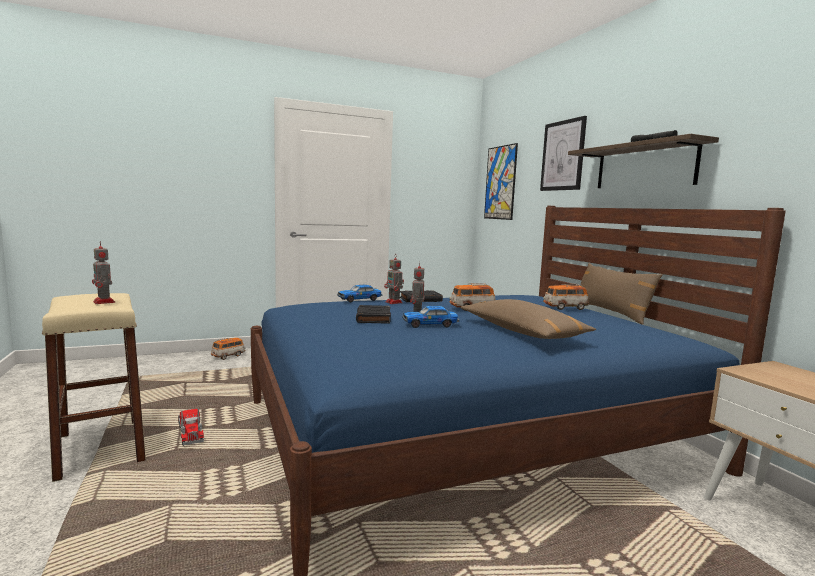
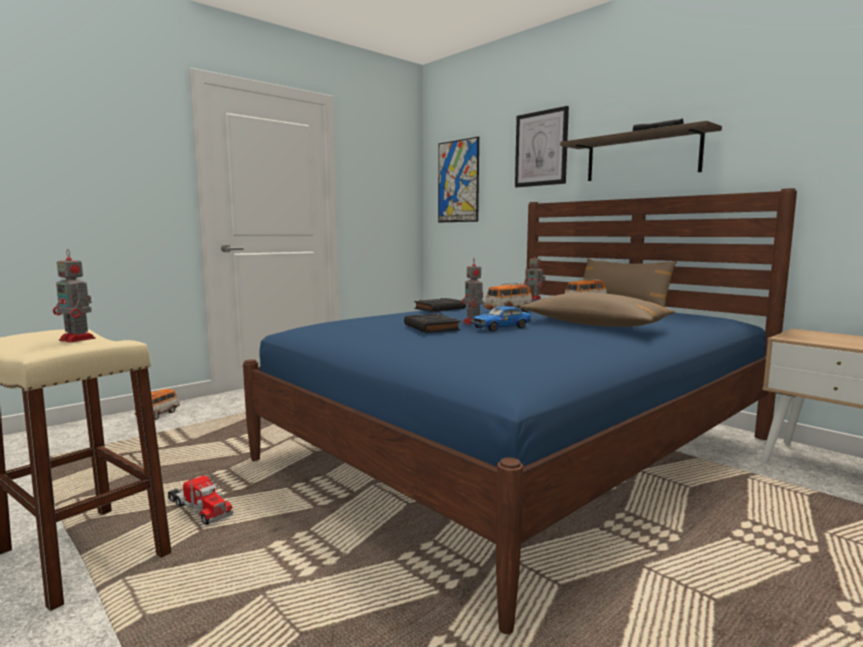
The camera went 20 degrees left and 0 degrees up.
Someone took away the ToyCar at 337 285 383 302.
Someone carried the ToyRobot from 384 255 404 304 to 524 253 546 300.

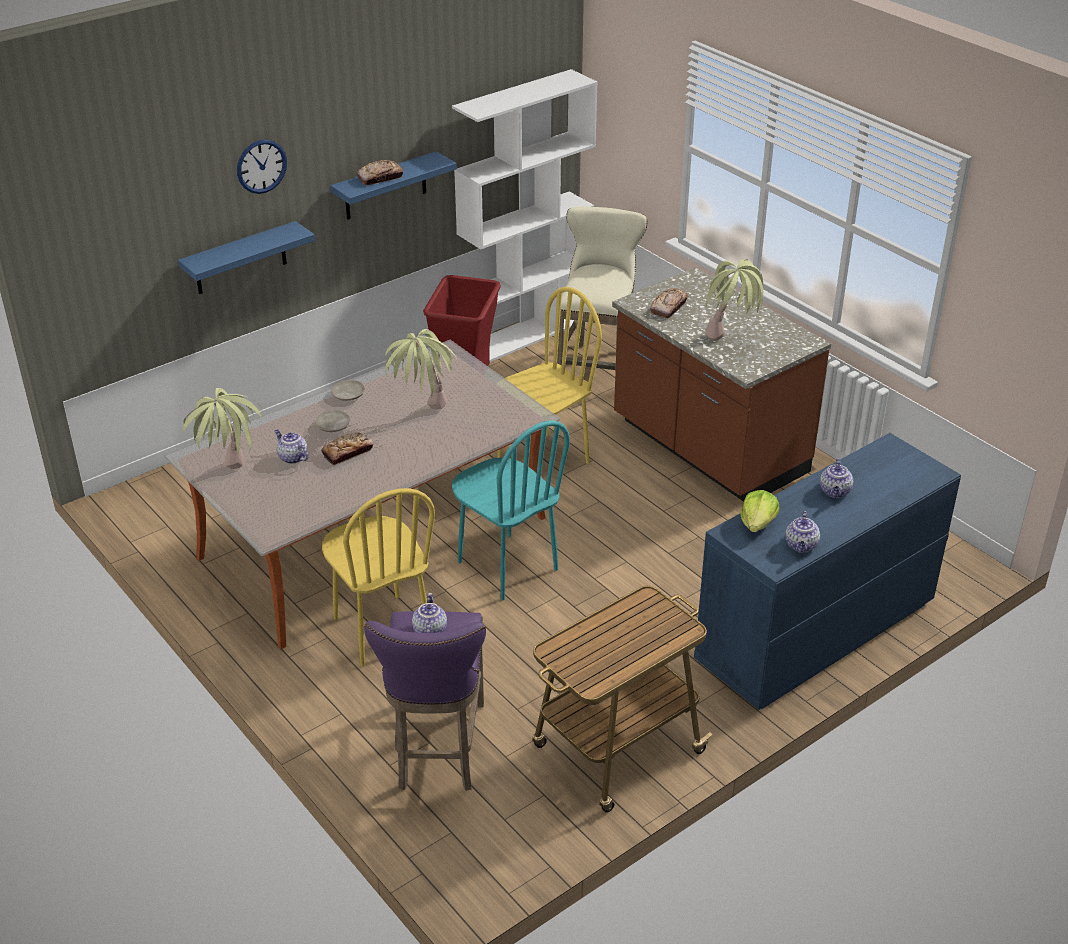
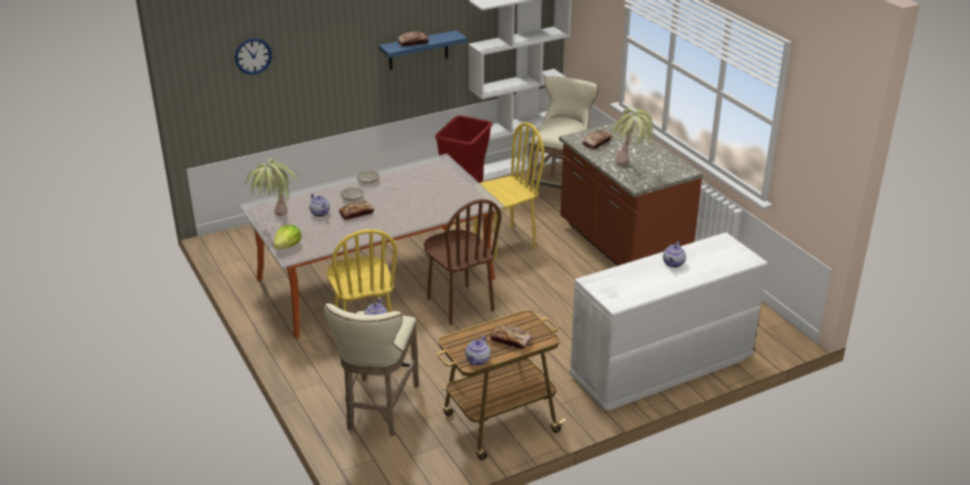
The camera went 10 degrees right and 5 degrees down.
Someone took away the BlueShelf at 178 221 315 294.
Someone carried the WallClock from 237 140 287 194 to 235 38 272 75.
Someone repainted the PurpleStool at 364 611 486 791, which became the BeigeStool at 324 303 419 436.
Someone took away the PottedPlant at 385 329 457 410.
Someone repainted the TurquoiseChair at 452 420 570 600, which became the BrownChair at 424 199 501 325.
Someone repainted the BlueDresser at 694 433 961 710, which became the WhiteDresser at 570 232 768 411.
Someone carried the Lettuce from 740 490 780 532 to 273 225 301 249.
Someone carried the Teapot from 785 511 820 553 to 466 335 491 365.
Someone put down the Bread at 489 325 532 349.

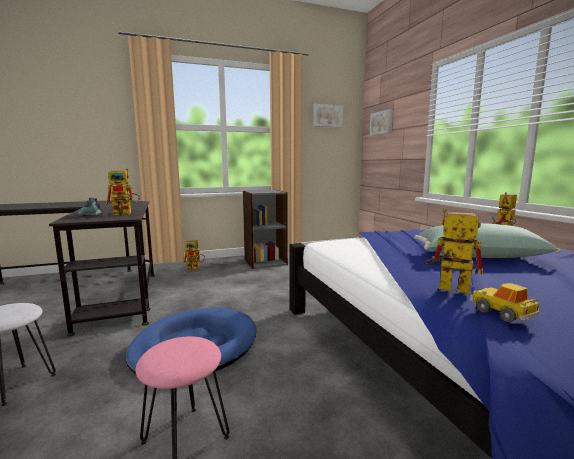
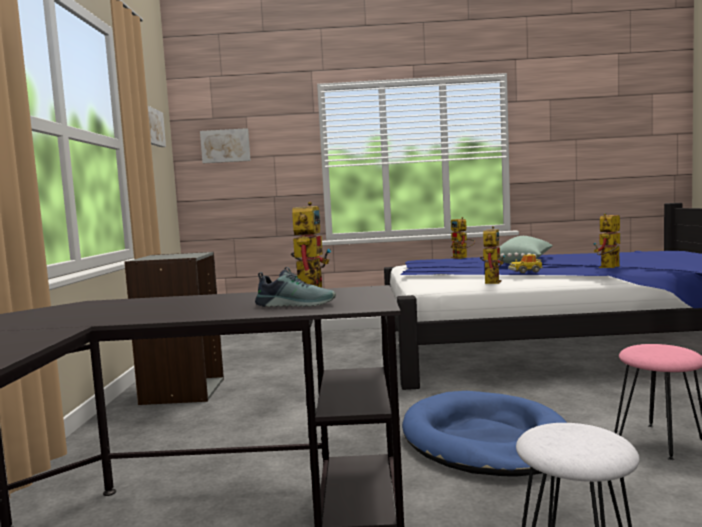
The camera went 70 degrees left and 5 degrees down.
Someone carried the ToyRobot from 183 240 205 270 to 480 226 505 284.
Someone carried the ToyCar from 470 283 540 322 to 508 254 543 273.

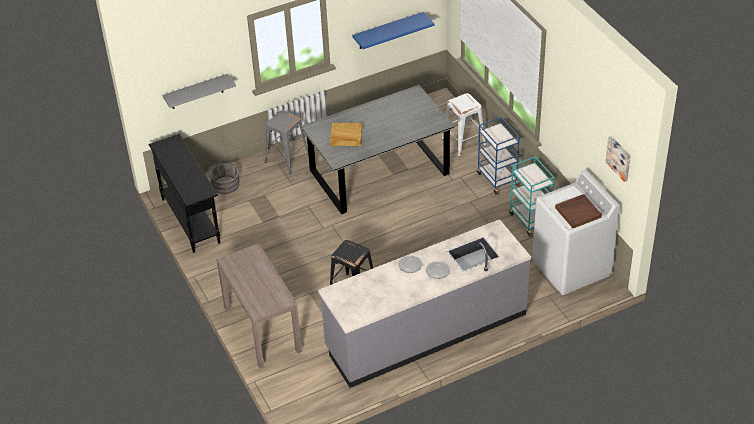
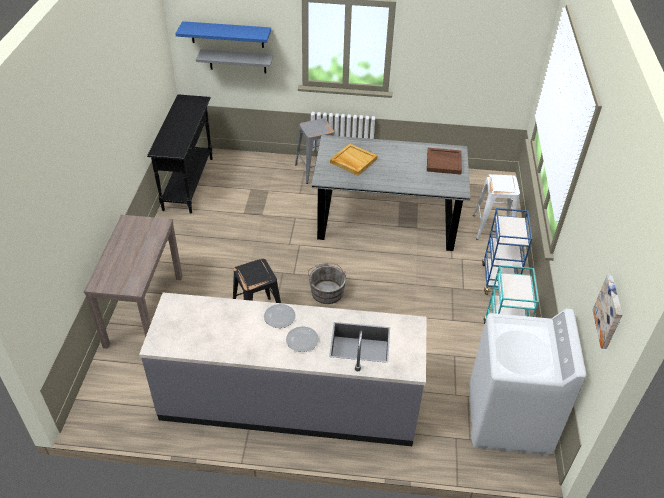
The camera went 30 degrees right and 0 degrees up.
Someone carried the GreyBucket from 206 161 239 194 to 308 263 346 304.
Someone carried the BlueShelf from 352 12 434 49 to 175 21 271 48.
Someone carried the BrownTray from 555 194 602 228 to 427 148 462 175.

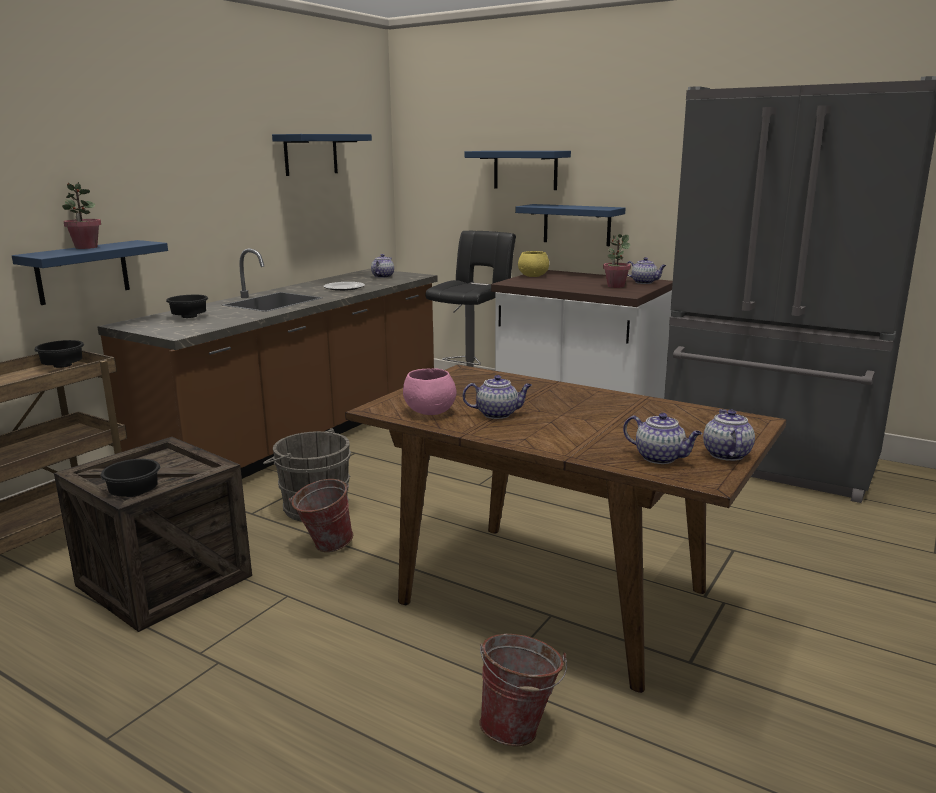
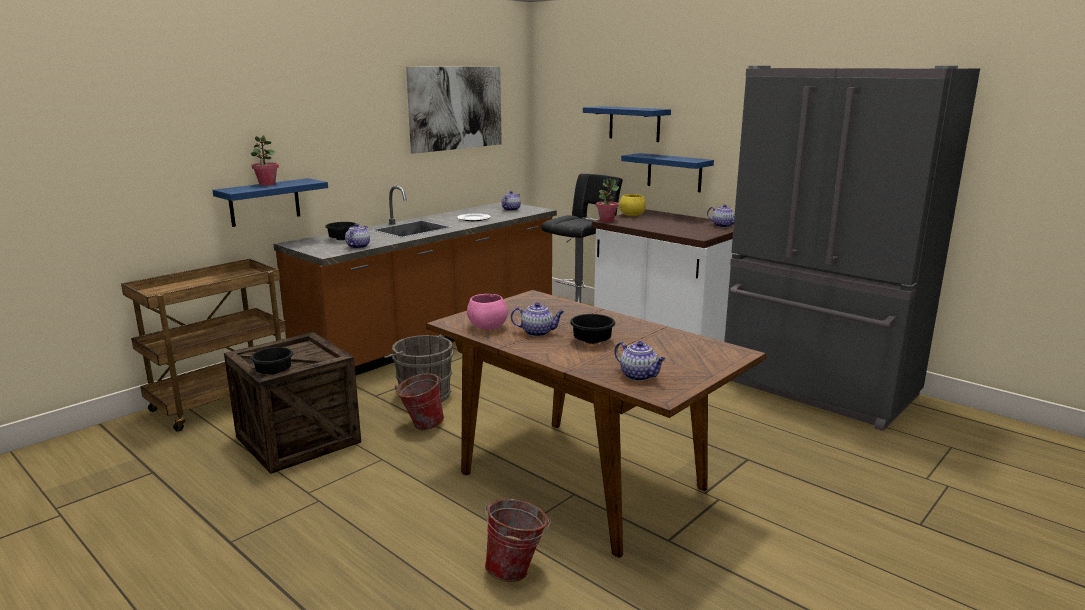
The camera went 10 degrees right and 0 degrees up.
Someone carried the BlackBowl from 34 340 84 368 to 570 314 615 344.
Someone swapped the BlueShelf at 272 134 372 176 for the Picture at 406 67 502 154.
Someone carried the PottedPlant from 603 234 631 288 to 596 178 619 222.
Someone carried the Teapot from 703 409 755 461 to 345 223 370 249.

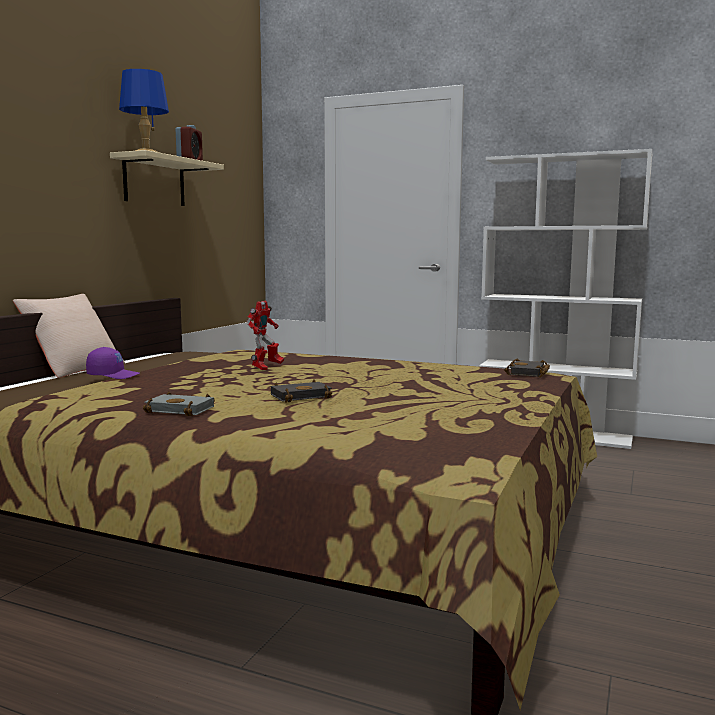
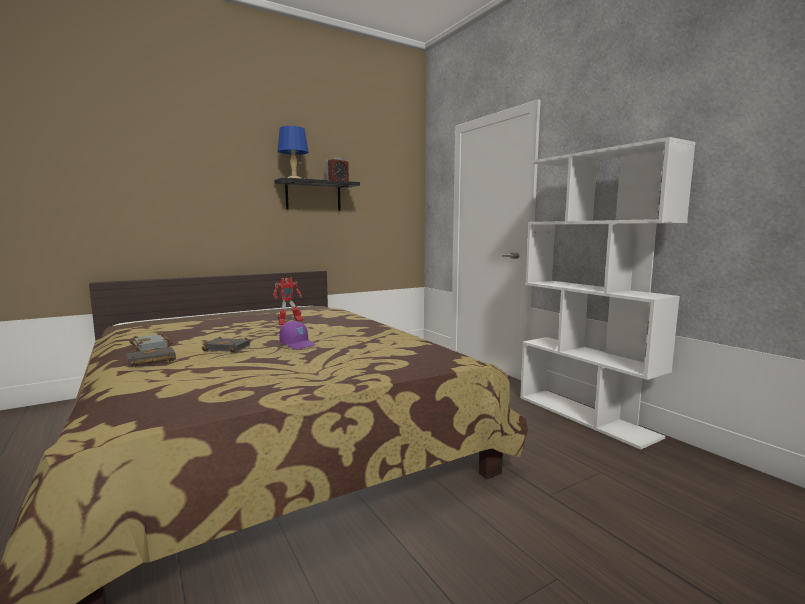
The camera went 35 degrees right and 0 degrees up.
Someone took away the BeigePillow at 13 294 125 378.
Someone carried the PurpleCap from 86 347 140 379 to 279 321 316 349.
Someone repainted the BeigeShelf at 110 150 224 206, which became the BlackShelf at 274 177 360 211.
Someone carried the BlackBook from 504 359 550 377 to 127 346 176 367.

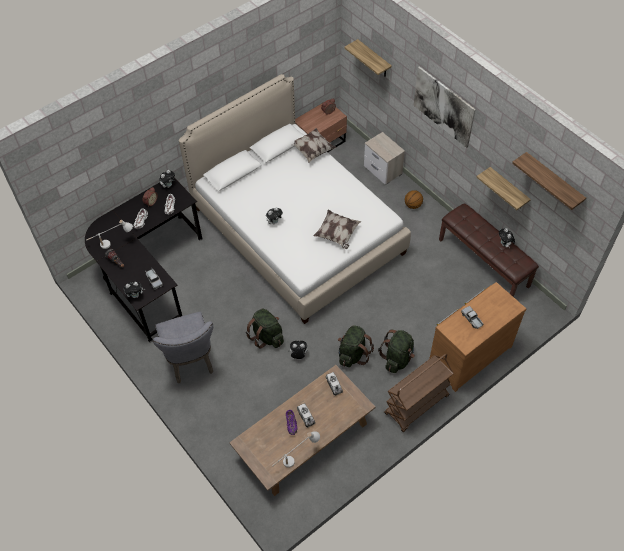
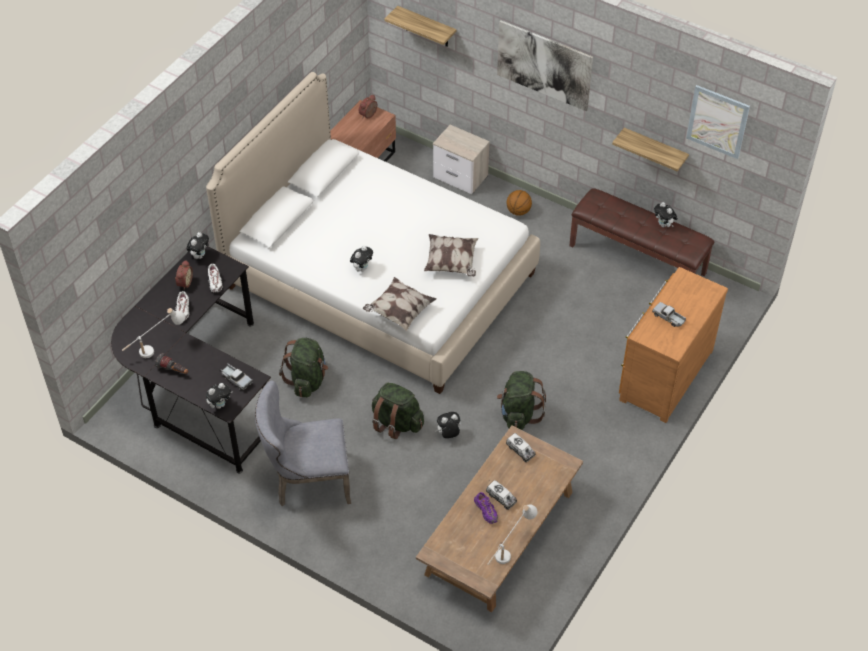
The camera went 20 degrees left and 5 degrees down.
Someone rotated the GreyChair at 153 312 213 383 by 120 degrees clockwise.
Someone carried the Pillow from 292 128 337 162 to 363 277 436 331.
Someone carried the GreenBackpack from 378 330 415 373 to 279 338 328 397.
Someone took away the BrownCart at 384 354 454 432.
Someone swapped the Shelf at 512 152 586 210 for the Picture at 686 85 750 159.

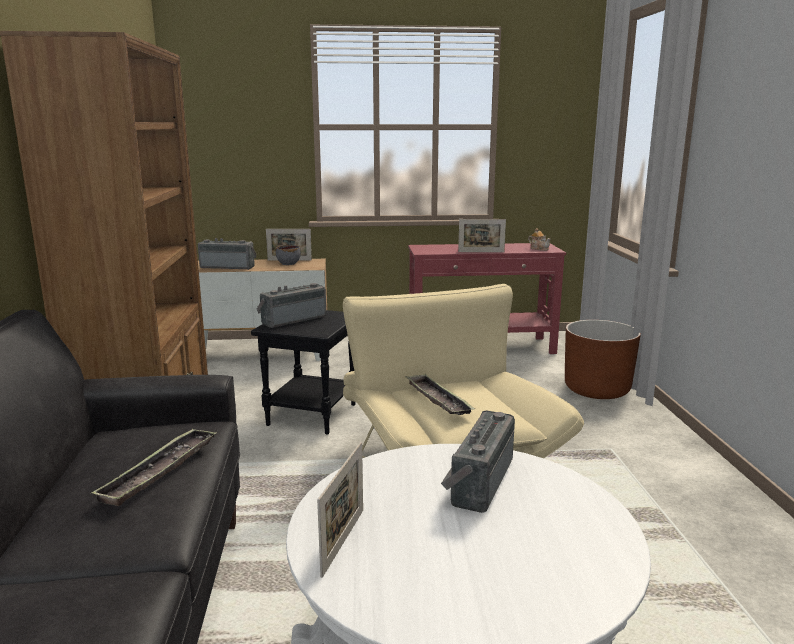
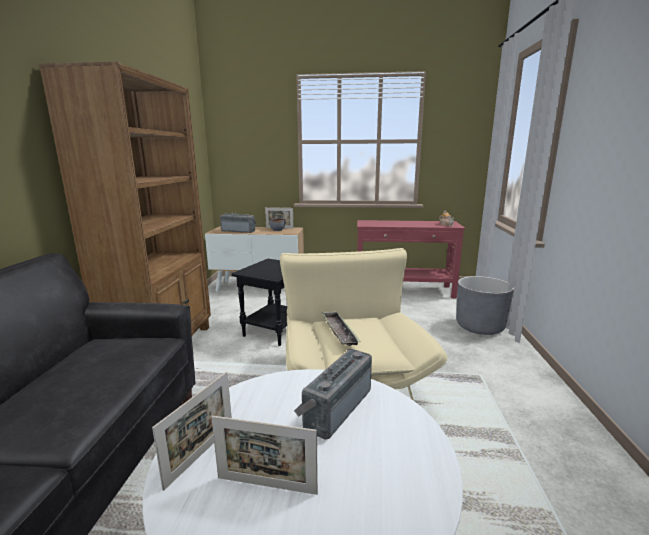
The camera went 10 degrees right and 0 degrees up.
Someone took away the Tray at 92 428 216 506.
Someone took away the Radio at 257 283 326 328.
Someone carried the PictureFrame from 458 219 506 252 to 212 416 318 495.
Someone repainted the BrownPlanter at 565 320 641 399, which became the GreyPlanter at 456 276 514 335.

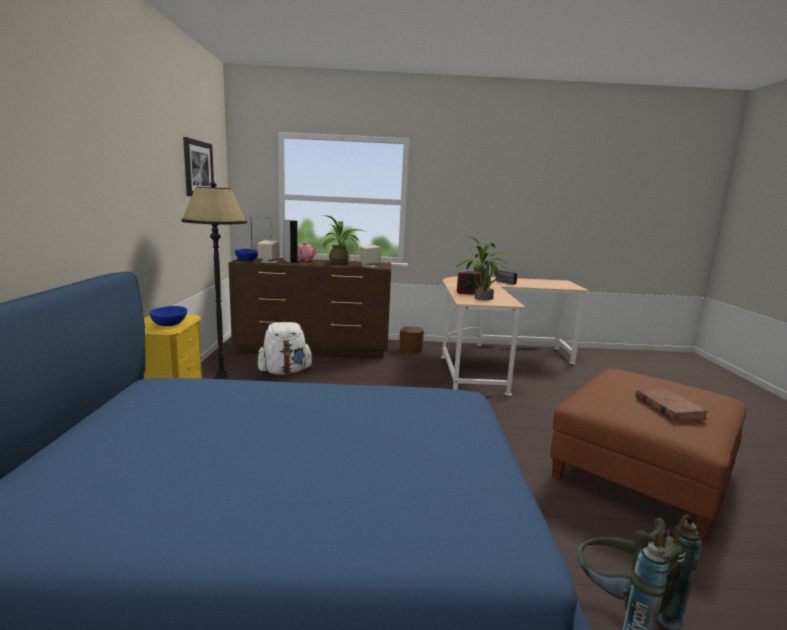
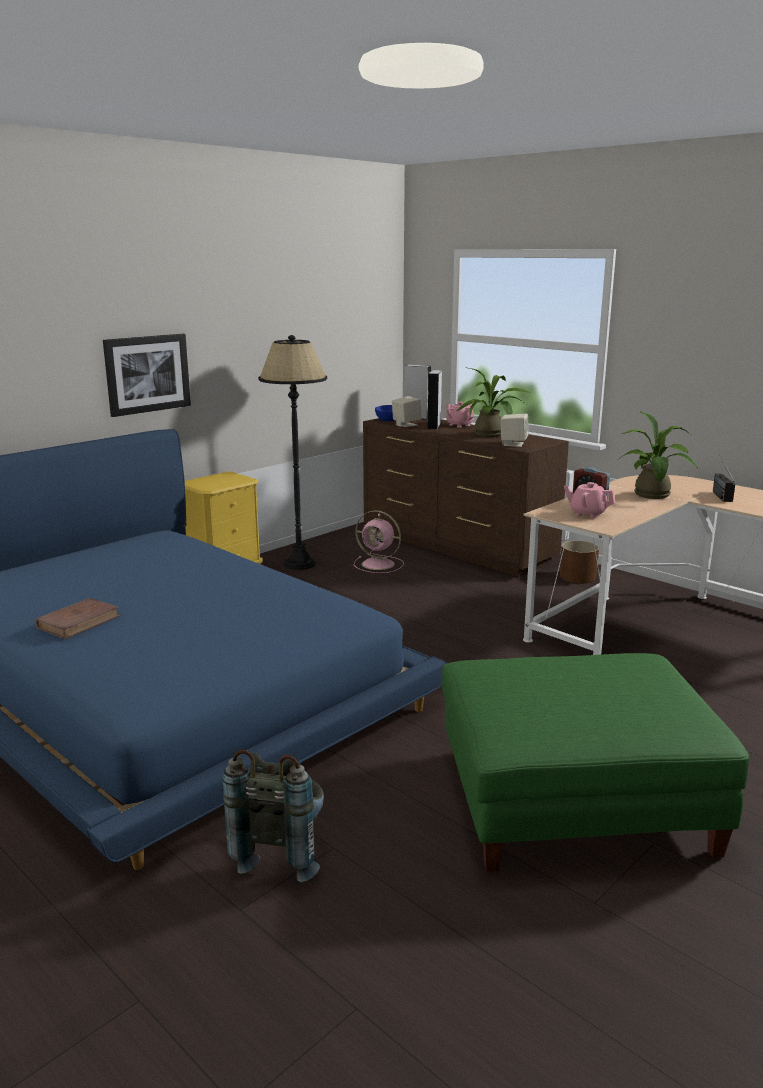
The camera went 45 degrees right and 5 degrees up.
Someone took away the BlueBowl at 149 306 187 326.
Someone carried the Picture from 183 137 214 196 to 103 334 191 417.
Someone swapped the WhiteBackpack at 257 322 313 375 for the PinkFan at 354 510 404 573.
Someone swapped the PottedPlant at 475 263 498 300 for the PinkTeapot at 564 482 615 518.
Someone repainted the BrownOttoman at 550 369 747 541, which became the GreenOttoman at 442 653 749 872.
Someone carried the BrownBook from 636 389 709 421 to 35 598 121 639.

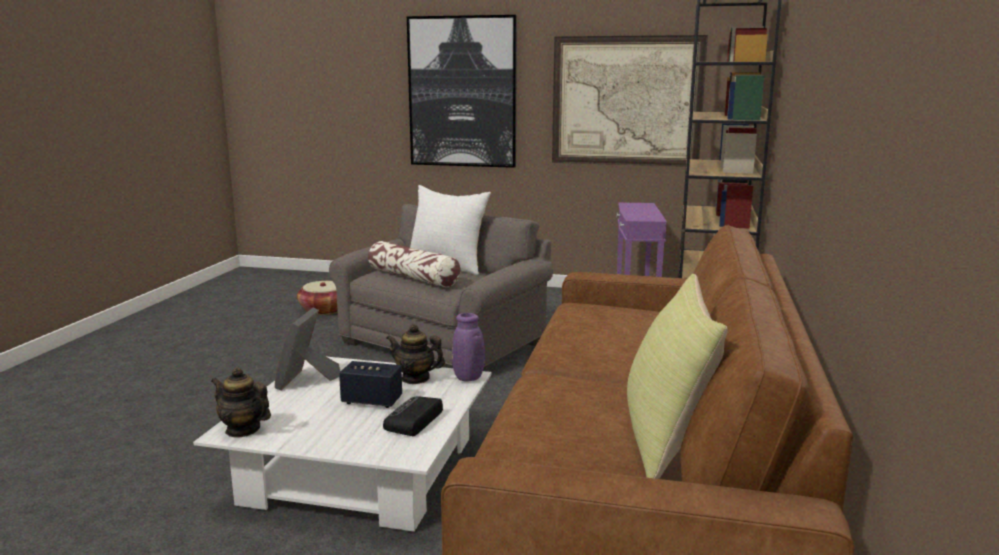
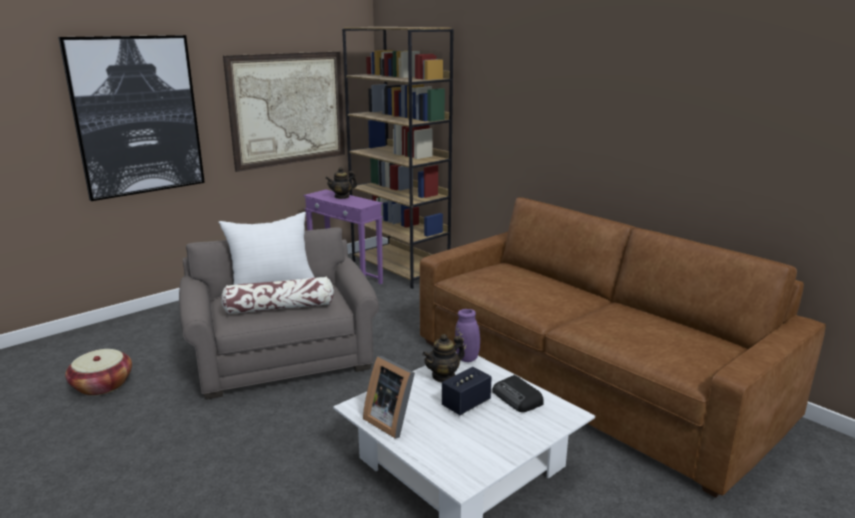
The camera went 55 degrees left and 5 degrees up.
Someone carried the Teapot from 211 367 271 438 to 325 167 357 199.
Someone took away the YellowPillow at 627 274 727 479.

